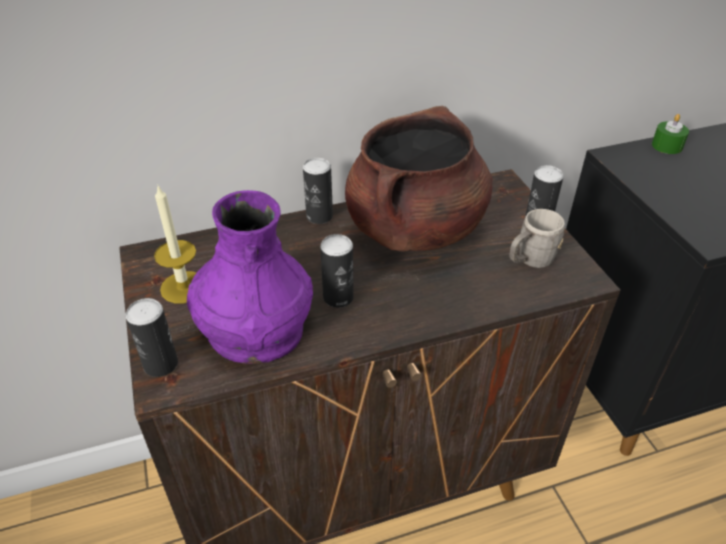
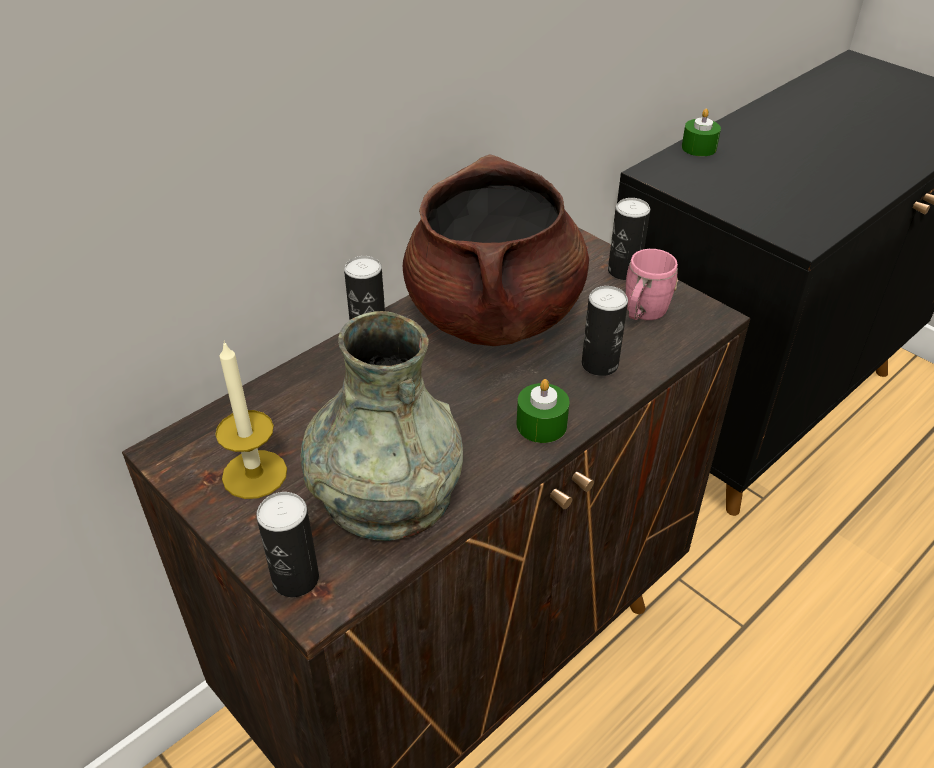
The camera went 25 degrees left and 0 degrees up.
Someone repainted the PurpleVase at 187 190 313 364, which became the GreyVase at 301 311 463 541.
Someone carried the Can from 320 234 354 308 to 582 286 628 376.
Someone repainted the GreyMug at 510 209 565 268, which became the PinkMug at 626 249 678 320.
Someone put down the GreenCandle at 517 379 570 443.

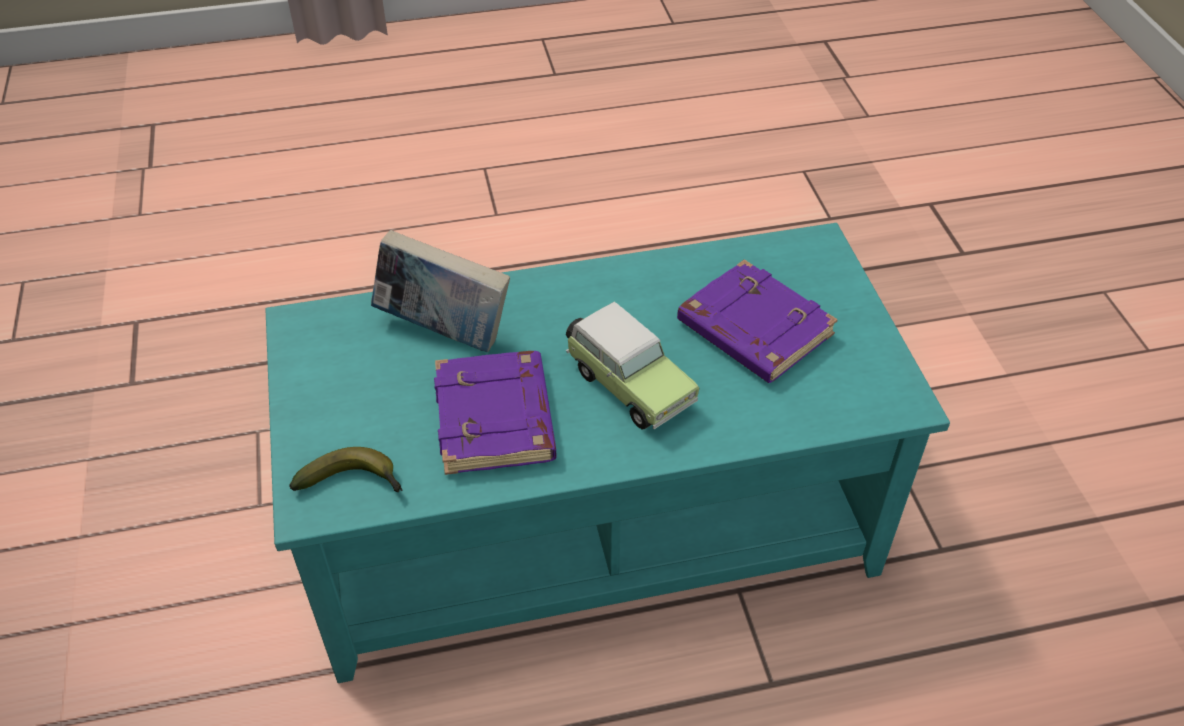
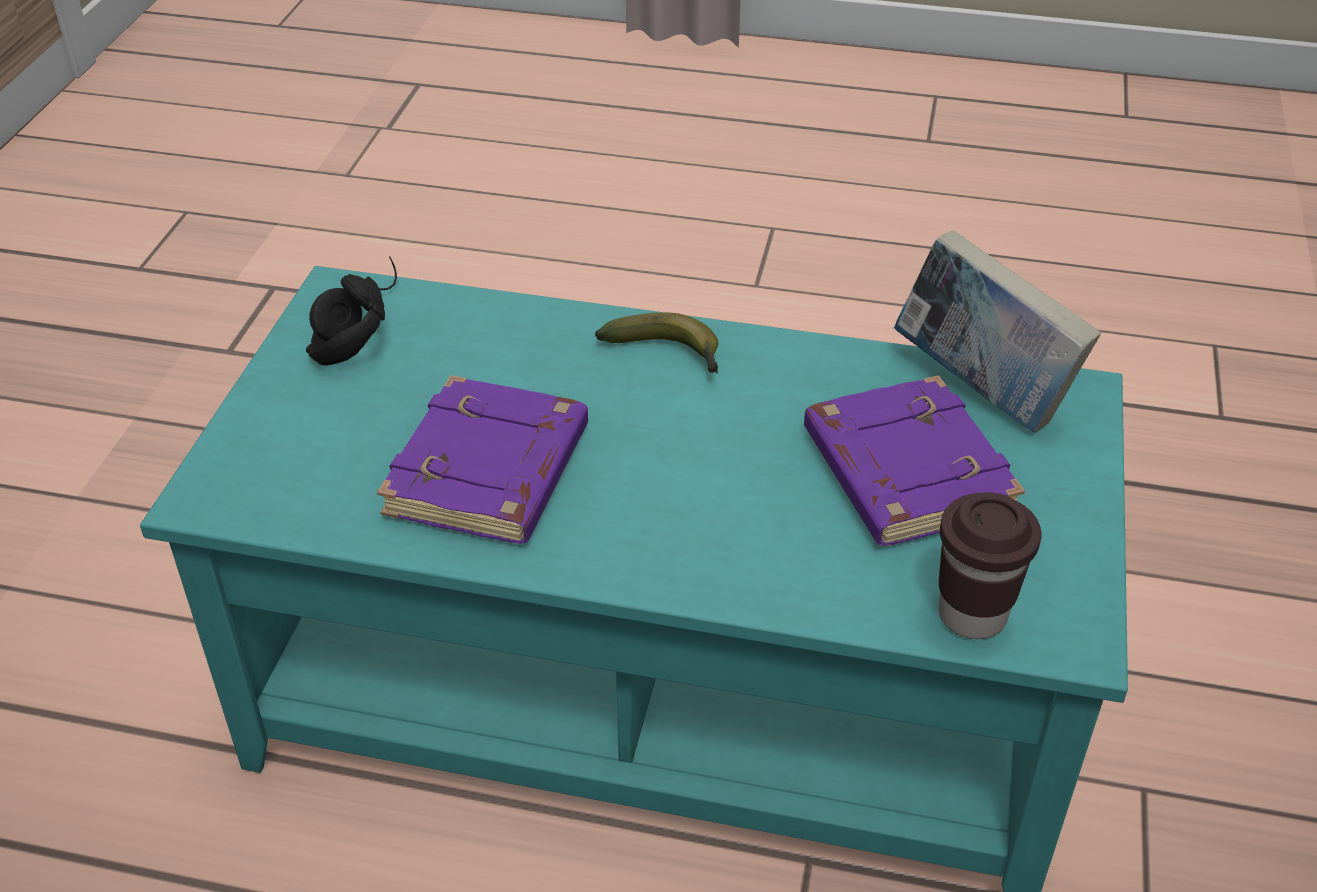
The camera went 25 degrees right and 5 degrees down.
Someone carried the Banana from 289 447 403 492 to 595 312 718 374.
Someone carried the Book from 371 230 510 352 to 894 230 1101 433.
Someone took away the ToyCar at 566 302 700 429.
Someone put down the BlackHeadphones at 306 257 397 365.
Someone put down the BrownCup at 938 492 1042 639.

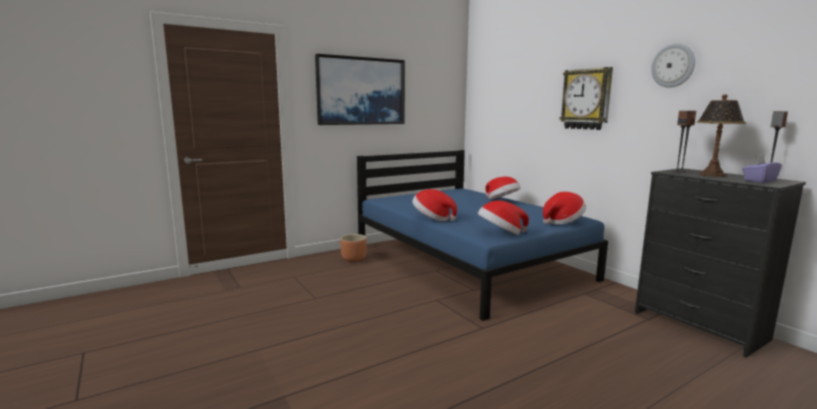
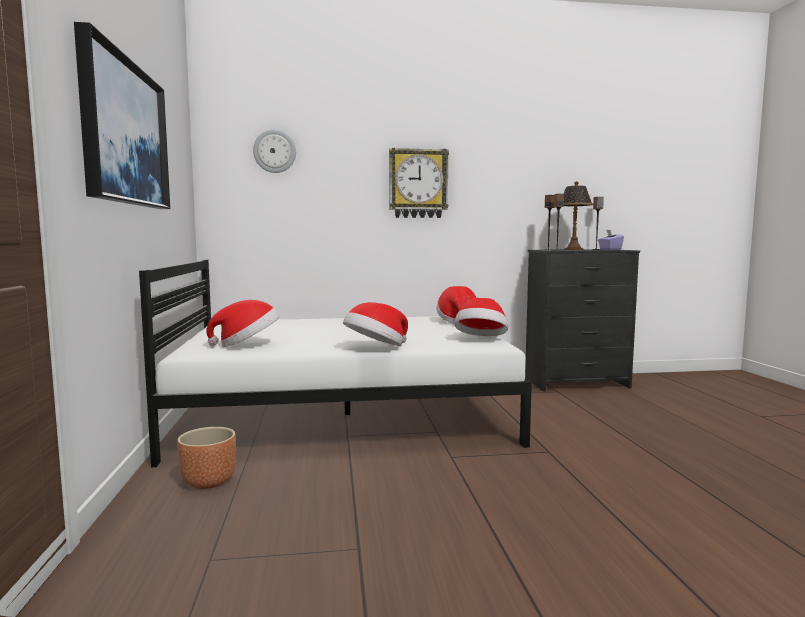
The camera went 65 degrees left and 5 degrees down.
Someone repainted the BlueBed at 357 150 608 321, which became the WhiteBed at 139 260 532 467.
Someone carried the Hat from 485 177 521 199 to 206 300 279 347.
Someone carried the WallClock from 651 43 695 88 to 253 130 296 173.

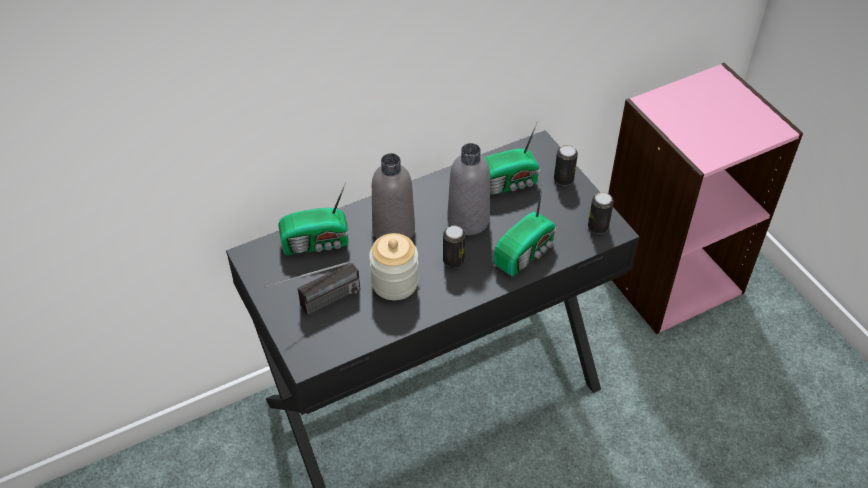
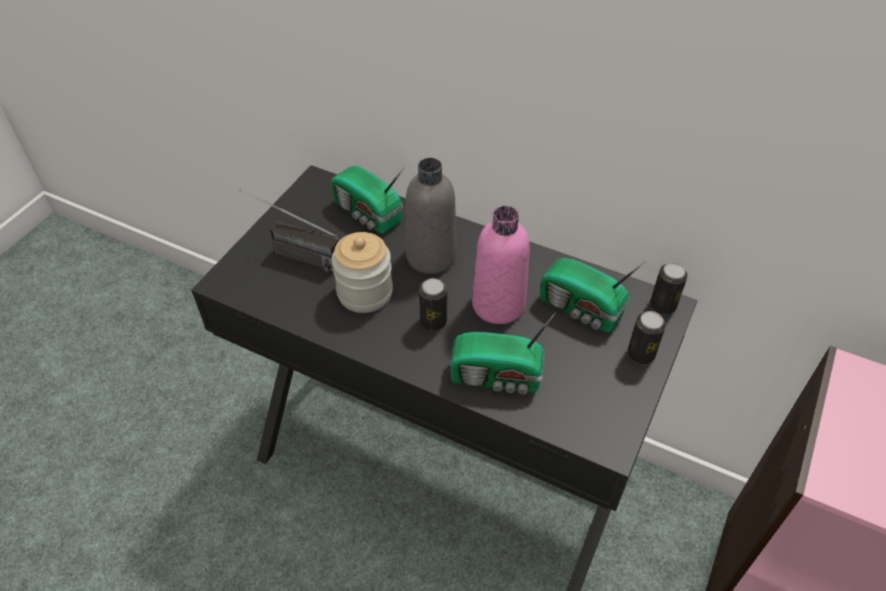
The camera went 55 degrees right and 0 degrees up.
Someone repainted the GreyBottle at 447 143 490 235, which became the PinkBottle at 472 206 530 324.
Someone carried the Can from 588 192 614 234 to 650 263 688 315.

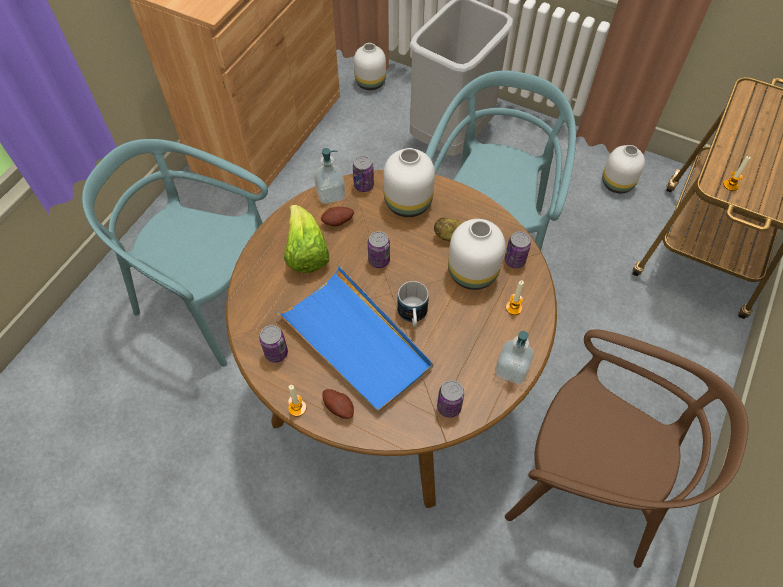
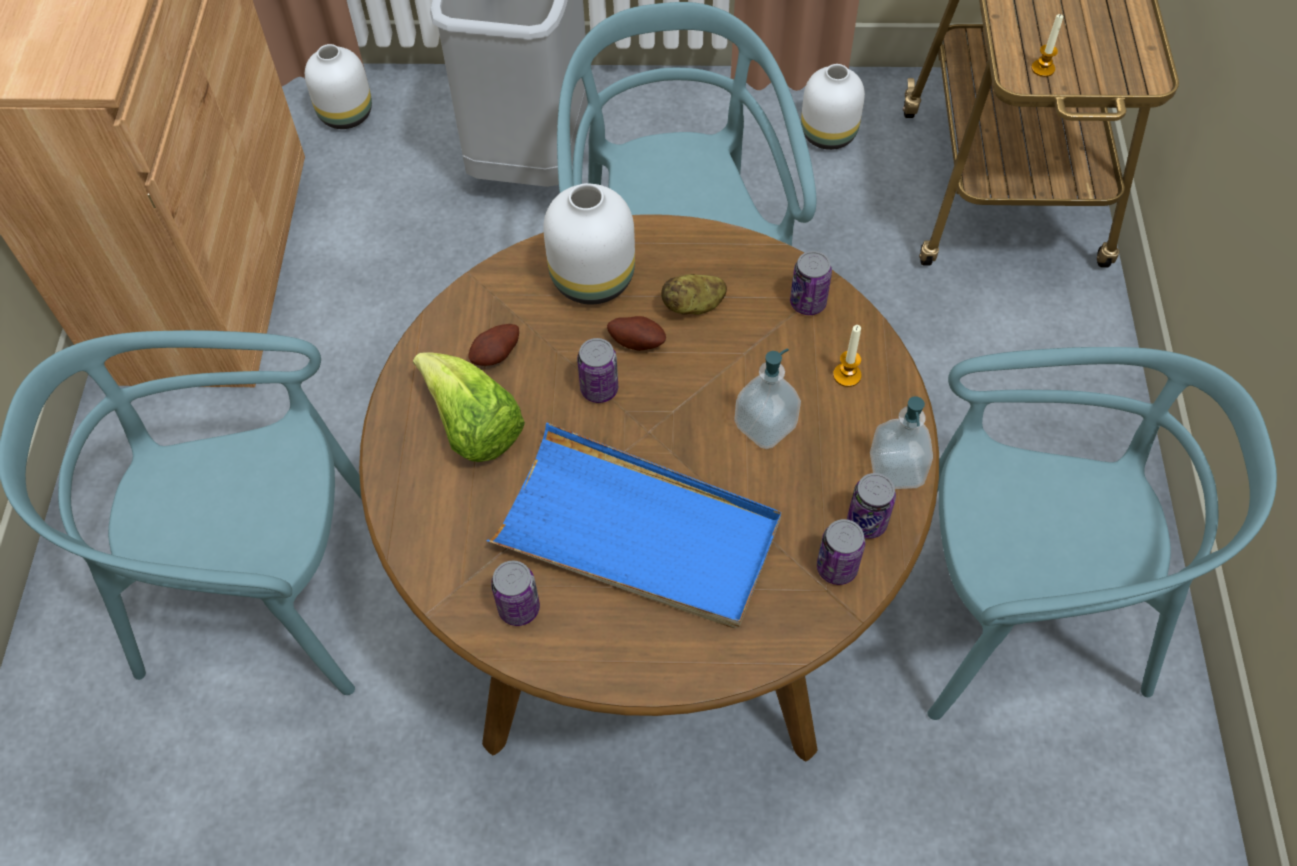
The camera went 25 degrees left and 0 degrees up.
Someone took away the Candle at 288 385 306 417.
Someone carried the SoapDispenser from 314 148 346 204 to 734 348 801 449.
Someone carried the Potato from 323 389 354 419 to 607 316 666 351.
Someone carried the Can from 353 156 374 192 to 847 473 896 539.
Someone took away the Mug at 397 281 429 327.
Someone took away the WhiteVase at 448 219 505 290.
Someone repainted the BrownChair at 505 329 749 568, which became the TurquoiseChair at 927 347 1277 720.

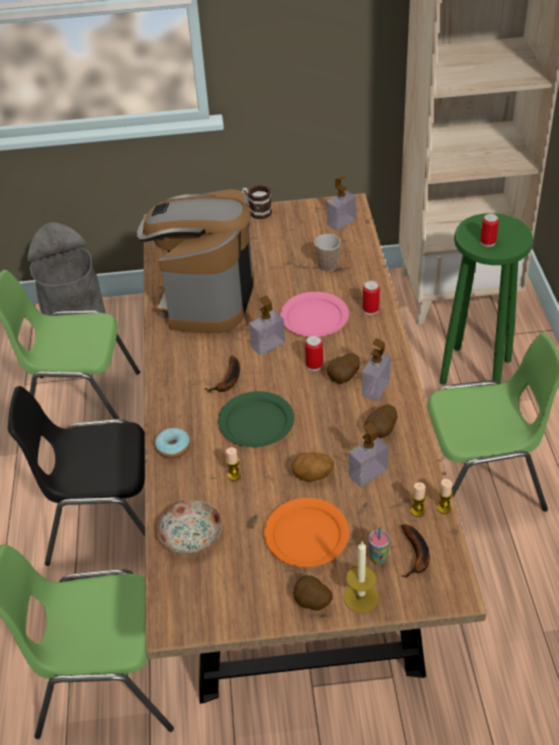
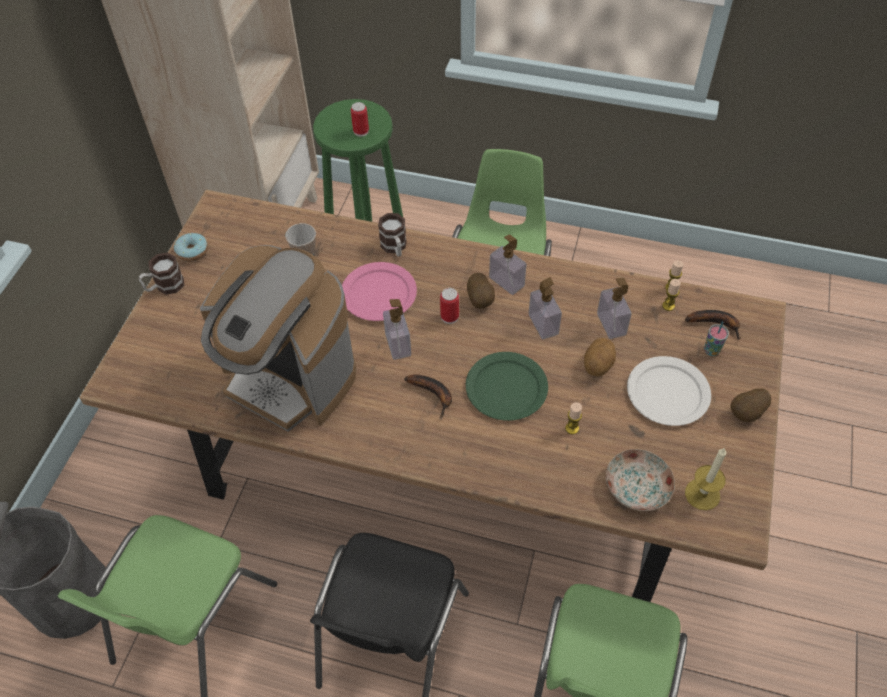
The camera went 70 degrees left and 10 degrees up.
Someone carried the Donut from 155 428 190 459 to 174 233 208 262.
Someone repainted the OrangePlate at 264 498 349 567, which became the WhitePlate at 627 356 711 426.
Someone carried the SoapDispenser from 327 176 356 230 to 529 277 562 339.
Someone carried the Candle from 344 542 379 613 to 685 447 726 510.
Someone swapped the Can at 363 281 380 315 for the Mug at 378 213 407 257.
Someone took away the Potato at 365 404 397 438.

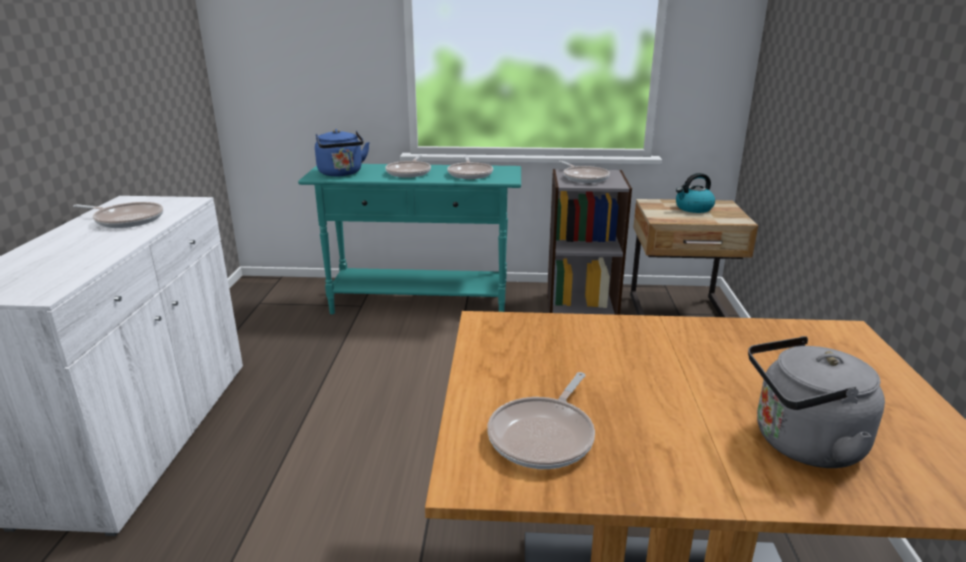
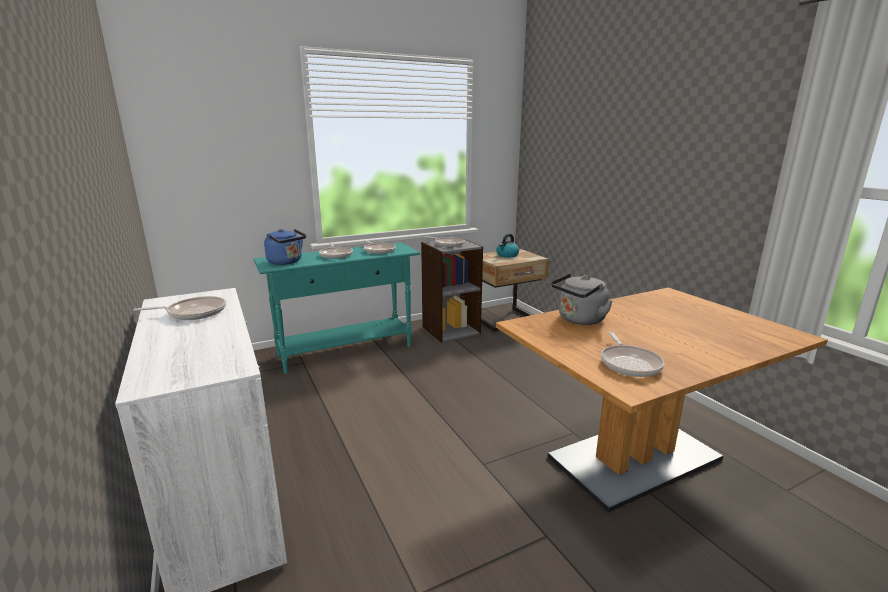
The camera went 30 degrees left and 5 degrees down.
Someone carried the GreyKettle from 748 336 885 468 to 551 273 613 325.

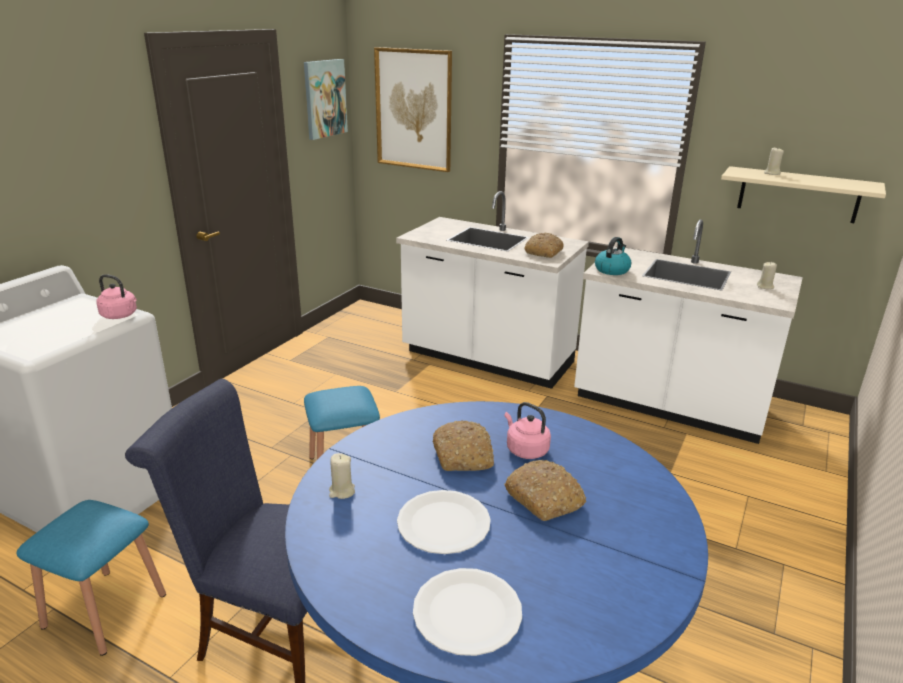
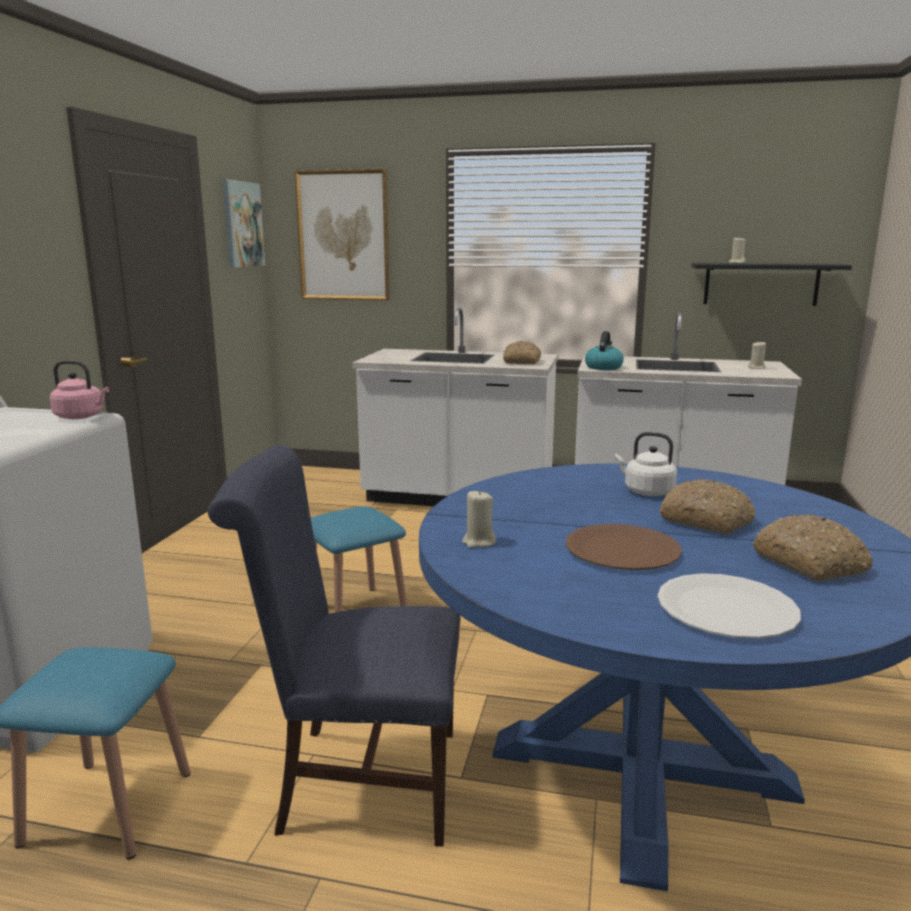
The camera went 15 degrees left and 10 degrees down.
Someone repainted the WhitePlate at 397 490 491 554, which became the BrownPlate at 566 524 682 570.
Someone carried the Bread from 432 420 494 471 to 752 514 873 581.
Someone repainted the PinkKettle at 504 402 551 459, which became the WhiteKettle at 615 432 677 496.
Someone repainted the BeigeShelf at 721 166 886 223, which became the BlackShelf at 691 263 852 306.

